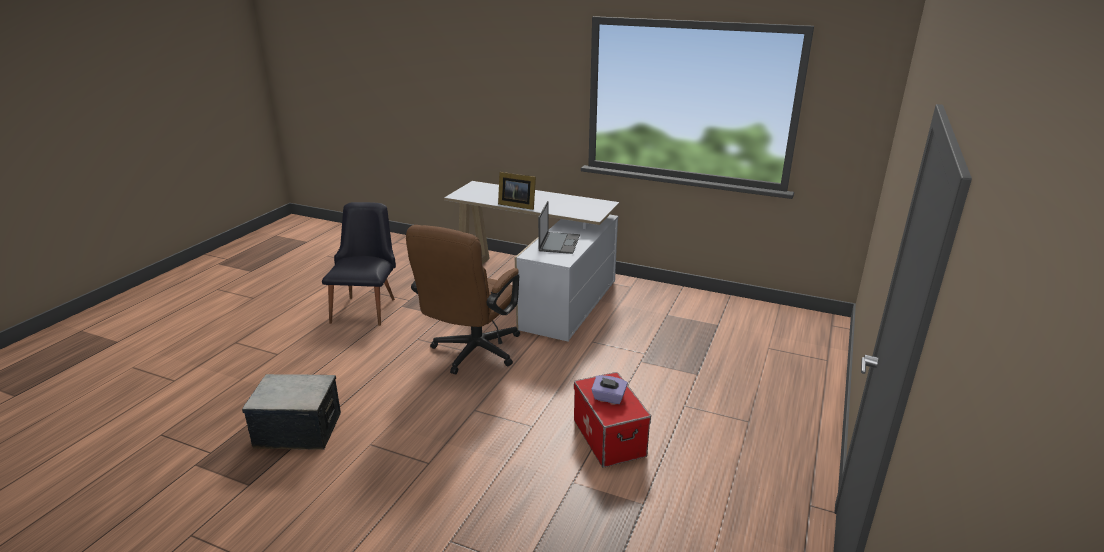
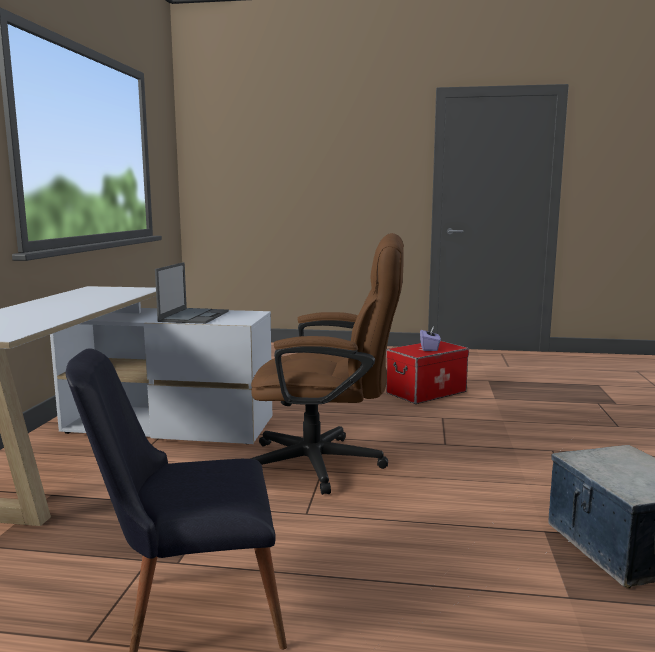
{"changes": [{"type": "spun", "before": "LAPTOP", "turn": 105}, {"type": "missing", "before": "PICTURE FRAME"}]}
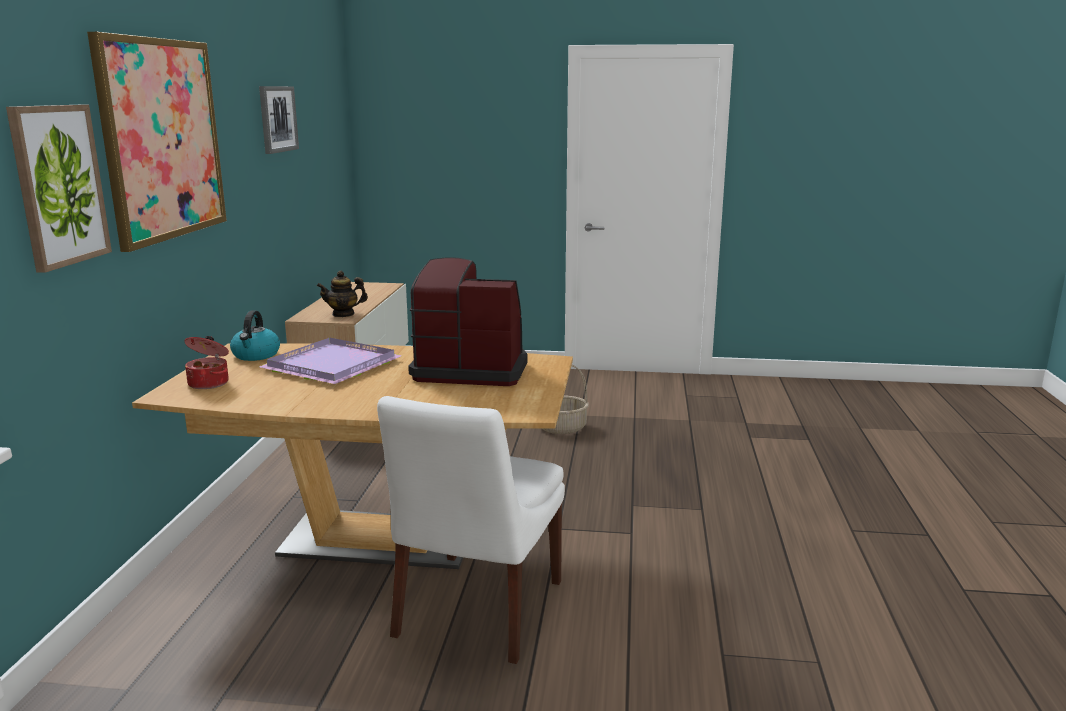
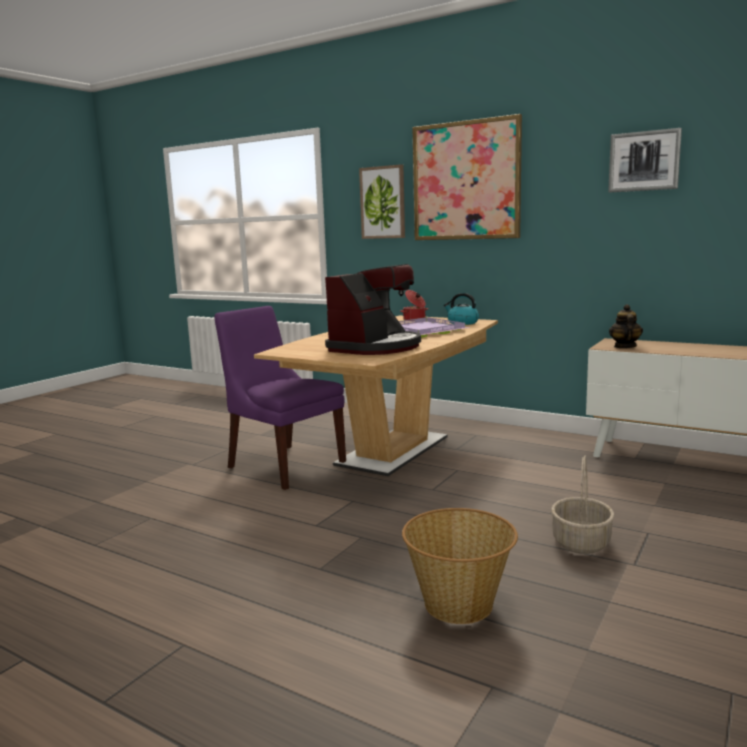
{"changes": [{"type": "colour", "before": "WHITISH CHAIR", "after": "PURPLE-COLOURED CHAIR"}, {"type": "appeared", "after": "HOUSEHOLD BASKET (no. 1 from left)"}]}
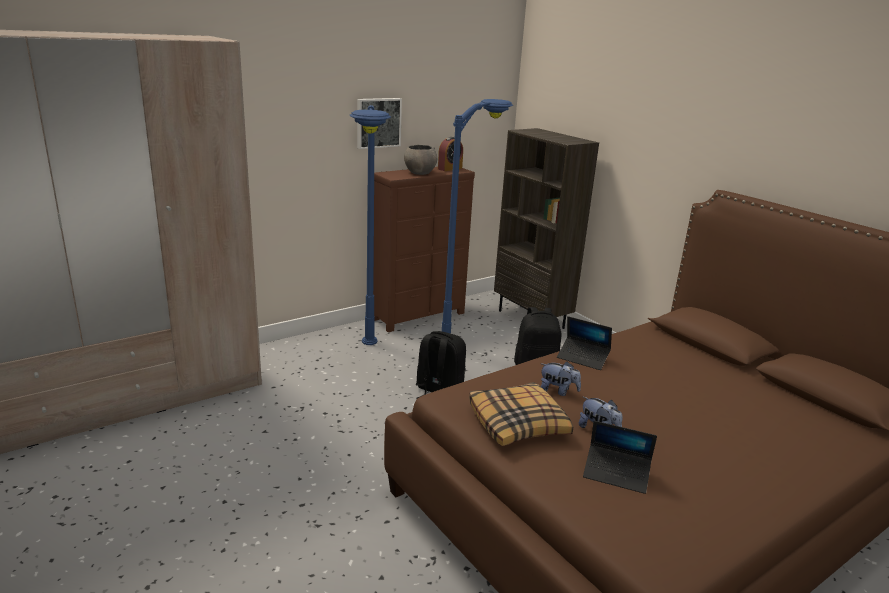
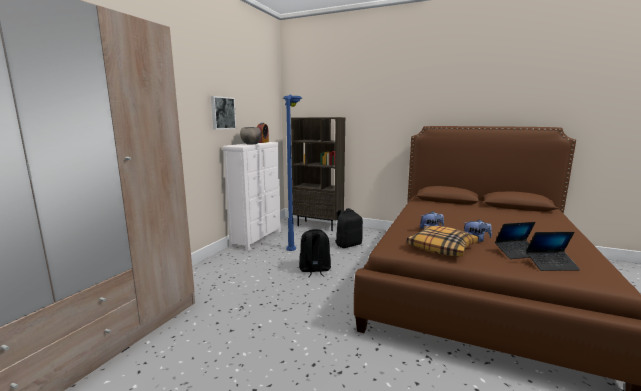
{"changes": [{"type": "colour", "before": "BROWNISH CHEST OF DRAWERS", "after": "WHITISH CHEST OF DRAWERS"}, {"type": "relocated", "before": "LAPTOP (no. 1 from left in the first image)", "after": "LAPTOP (no. 2 from left)"}, {"type": "missing", "before": "BLUE-COLOURED STANDING LAMP (no. 1 from left)"}]}
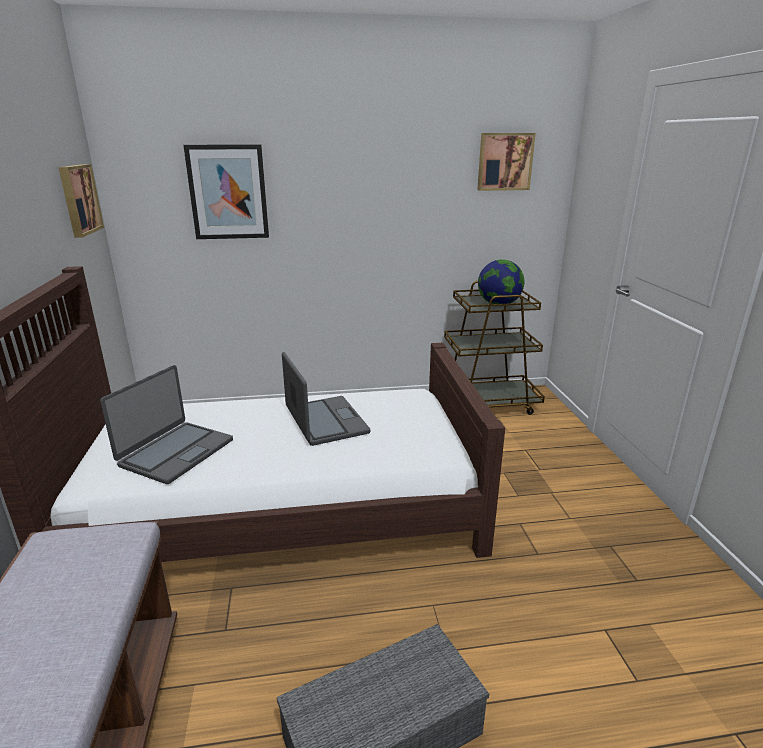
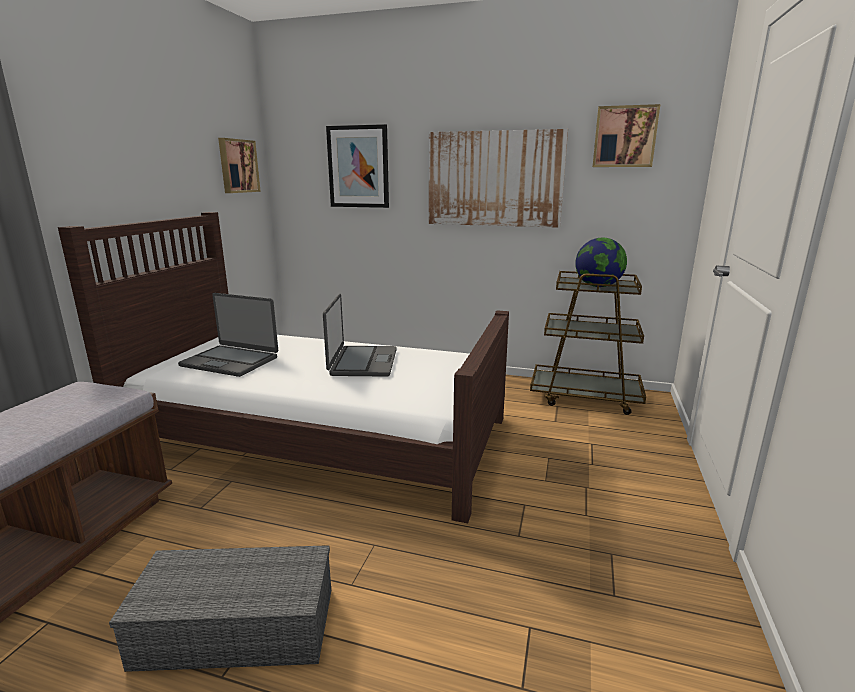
{"changes": [{"type": "spun", "before": "LAPTOP (no. 1 from left)", "turn": 60}, {"type": "appeared", "after": "WALL ART (no. 3 from left)"}]}
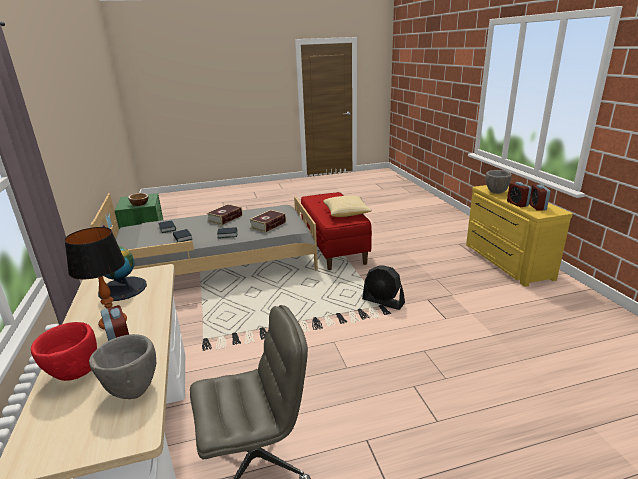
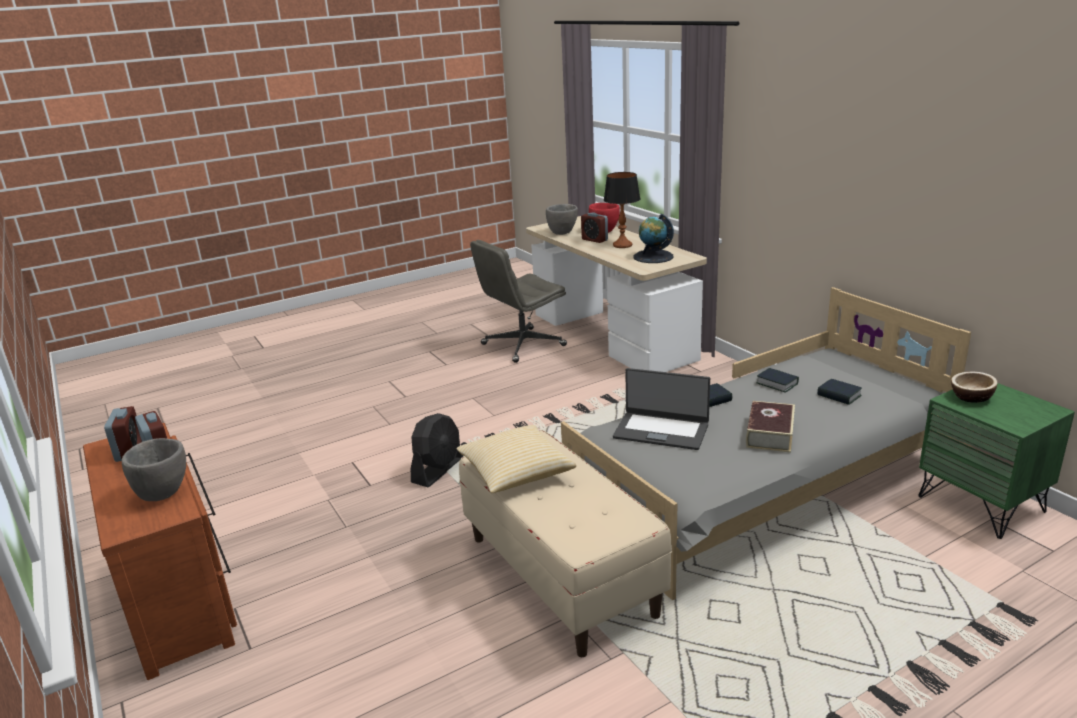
{"changes": [{"type": "colour", "before": "YELLOW-COLOURED CHEST OF DRAWERS", "after": "BROWNISH CHEST OF DRAWERS"}, {"type": "spun", "before": "BLACK-COLOURED FAN", "turn": 105}, {"type": "colour", "before": "RED INDOOR BENCH", "after": "SAND-COLOURED INDOOR BENCH"}, {"type": "exchanged", "before": "BOOK (no. 5 from left)", "after": "LAPTOP"}]}
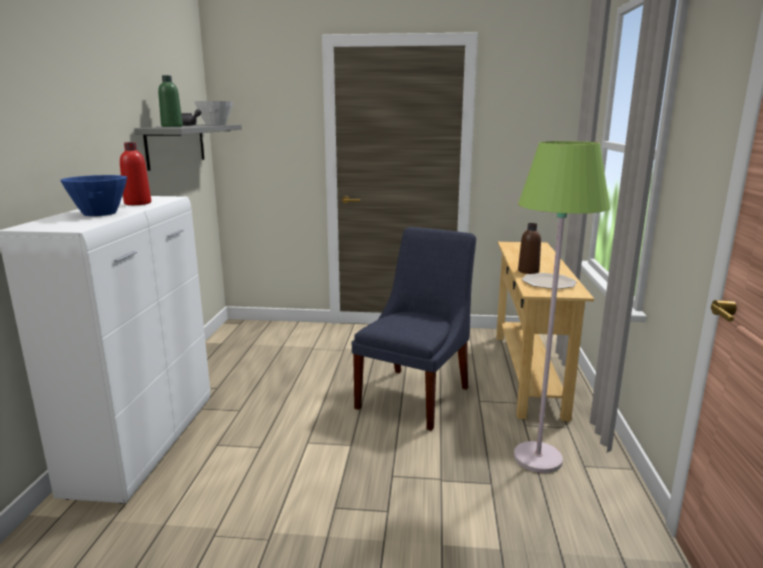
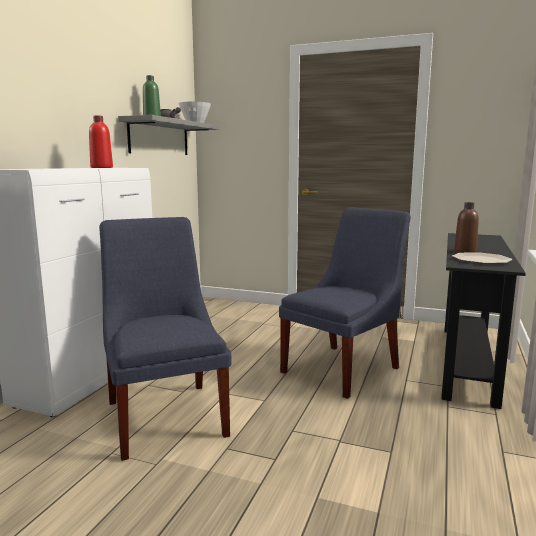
{"changes": [{"type": "appeared", "after": "BLUE-COLOURED CHAIR (no. 1 from left)"}, {"type": "colour", "before": "SAND-COLOURED HALL TABLE", "after": "BLACK-COLOURED HALL TABLE"}, {"type": "missing", "before": "BLUE-COLOURED DEEP DISH"}, {"type": "missing", "before": "GREEN STANDING LAMP"}]}
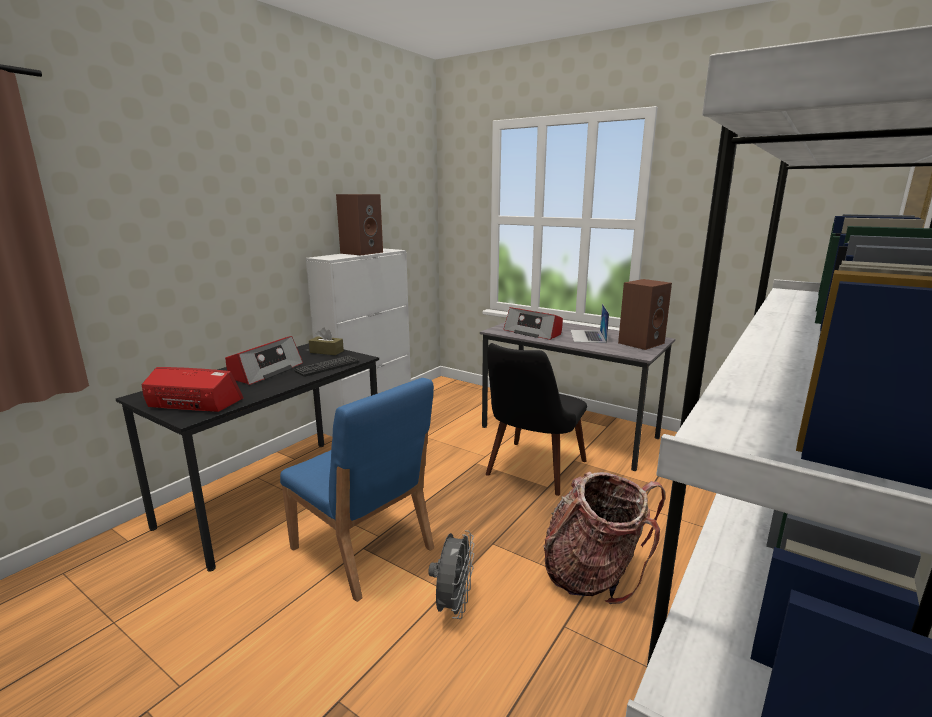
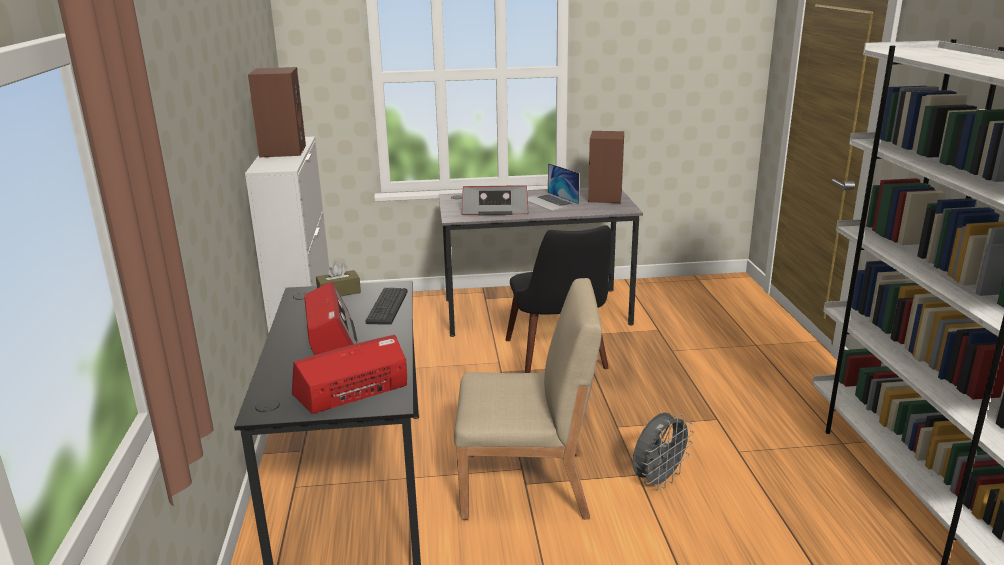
{"changes": [{"type": "colour", "before": "BLUE-COLOURED CHAIR", "after": "SAND-COLOURED CHAIR"}, {"type": "spun", "before": "GRAY FAN", "turn": 75}, {"type": "missing", "before": "RUCKSACK"}]}
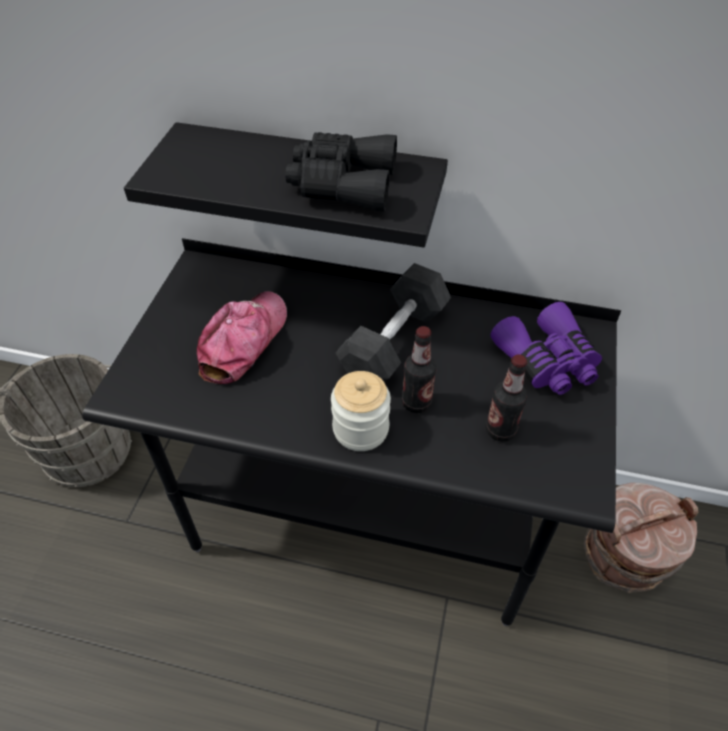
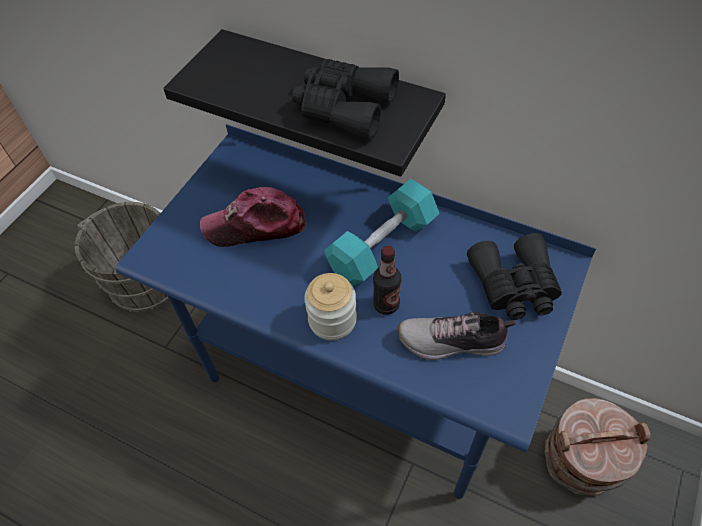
{"changes": [{"type": "colour", "before": "BLACK-COLOURED DESK TABLE", "after": "BLUE-COLOURED DESK TABLE"}, {"type": "spun", "before": "CAP", "turn": -135}, {"type": "colour", "before": "BLACK-COLOURED DUMBBELL", "after": "TURQUOISE-COLOURED DUMBBELL"}, {"type": "exchanged", "before": "DRINK BOTTLE (no. 2 from left)", "after": "ITEM OF FOOTWEAR"}, {"type": "colour", "before": "PURPLE-COLOURED PAIR OF BINOCULARS", "after": "BLACK-COLOURED PAIR OF BINOCULARS (no. 2 from left)"}]}
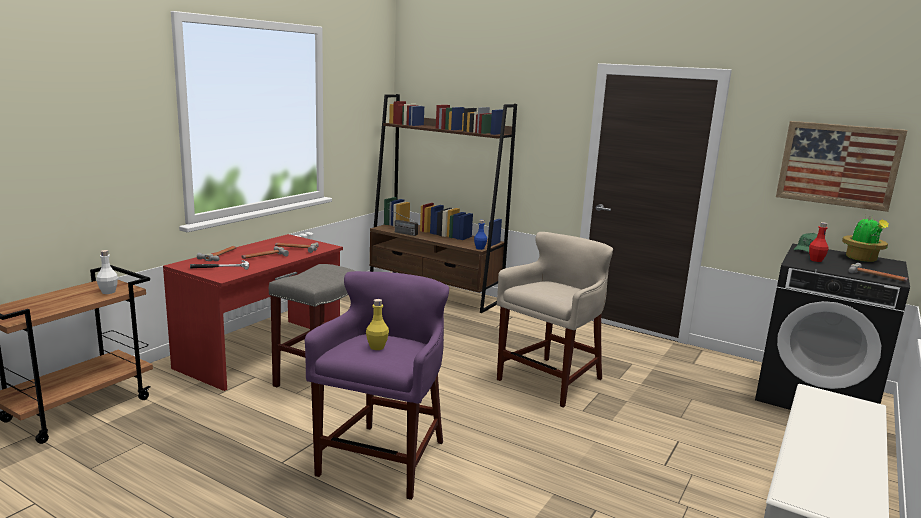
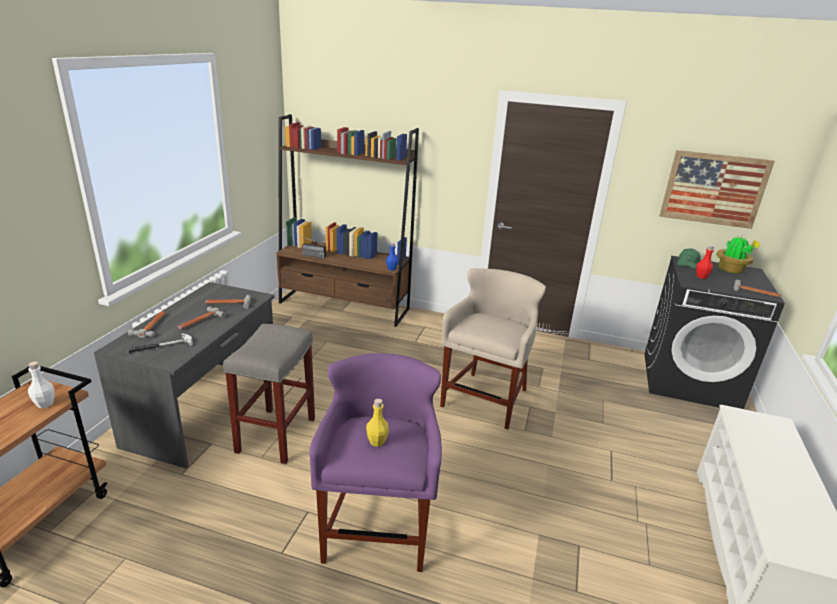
{"changes": [{"type": "colour", "before": "RED DESK TABLE", "after": "GRAY DESK TABLE"}]}
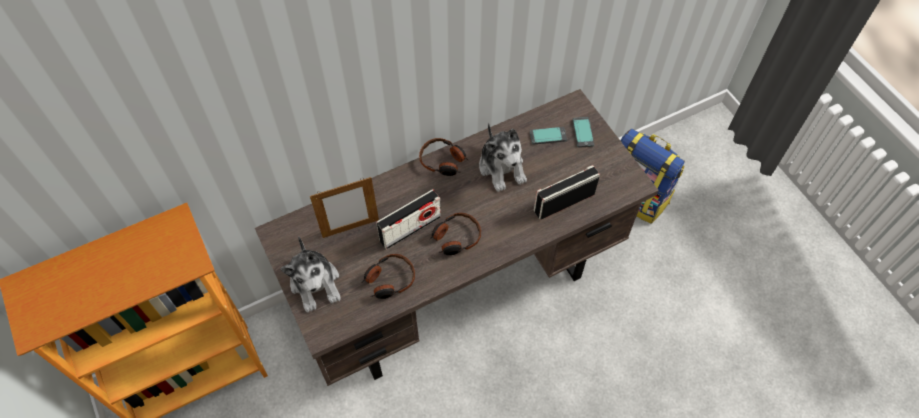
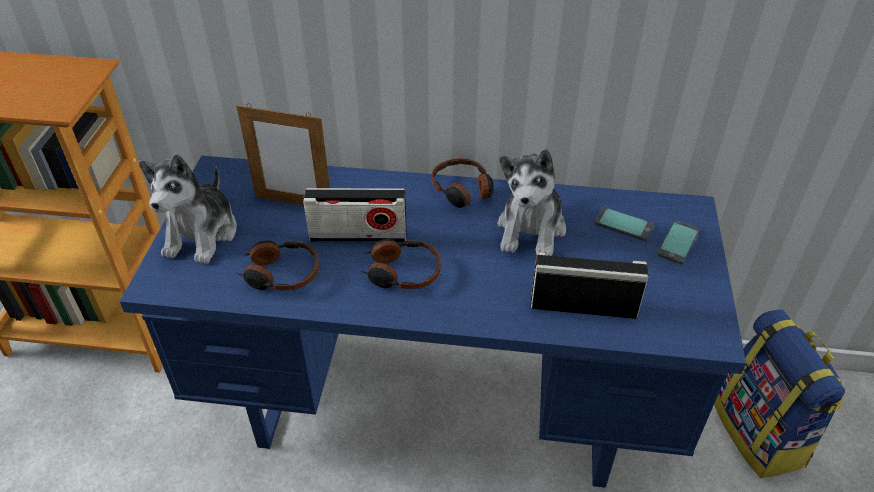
{"changes": [{"type": "colour", "before": "BROWNISH DESK TABLE", "after": "BLUE-COLOURED DESK TABLE"}]}
